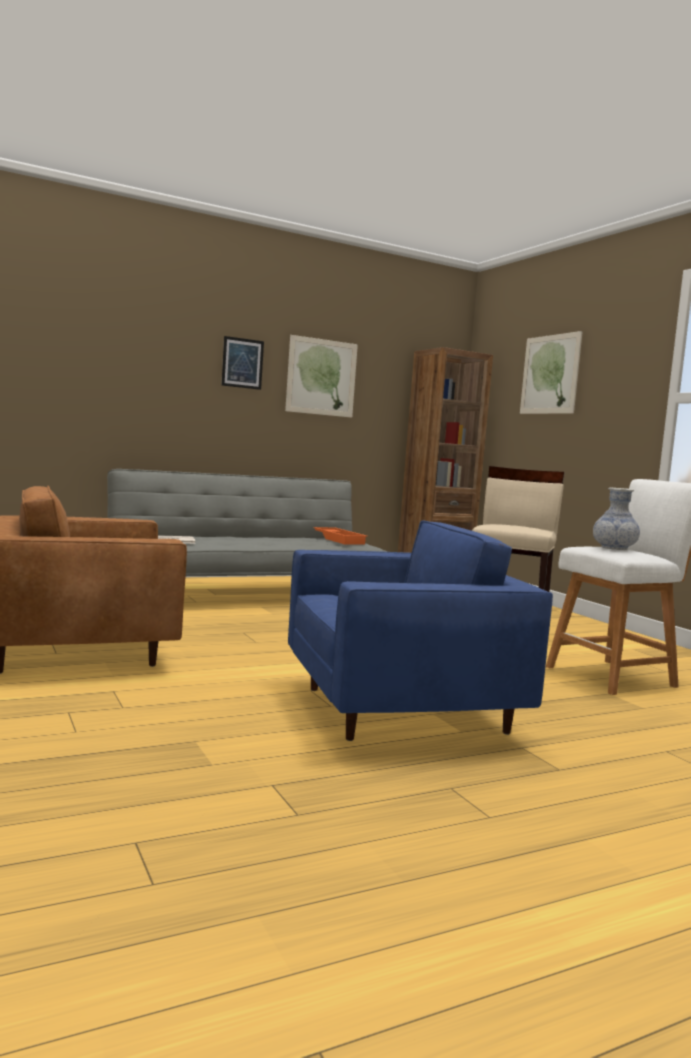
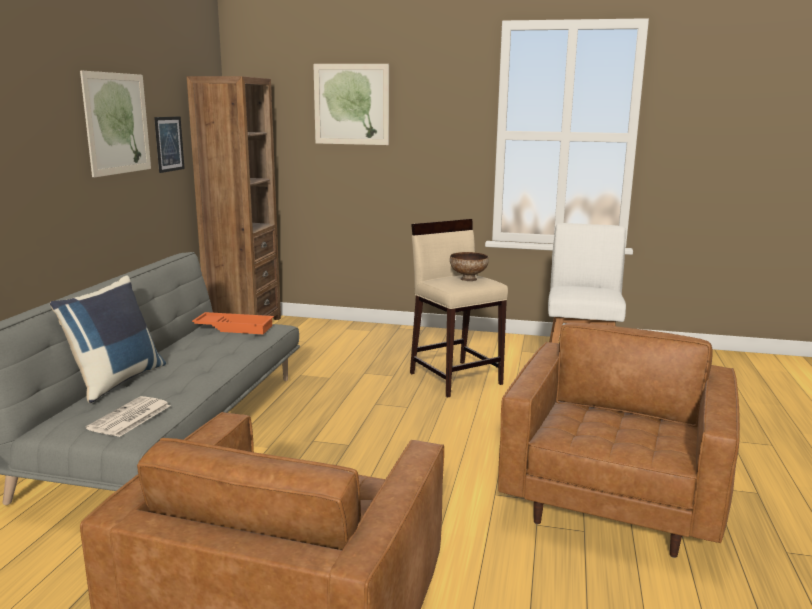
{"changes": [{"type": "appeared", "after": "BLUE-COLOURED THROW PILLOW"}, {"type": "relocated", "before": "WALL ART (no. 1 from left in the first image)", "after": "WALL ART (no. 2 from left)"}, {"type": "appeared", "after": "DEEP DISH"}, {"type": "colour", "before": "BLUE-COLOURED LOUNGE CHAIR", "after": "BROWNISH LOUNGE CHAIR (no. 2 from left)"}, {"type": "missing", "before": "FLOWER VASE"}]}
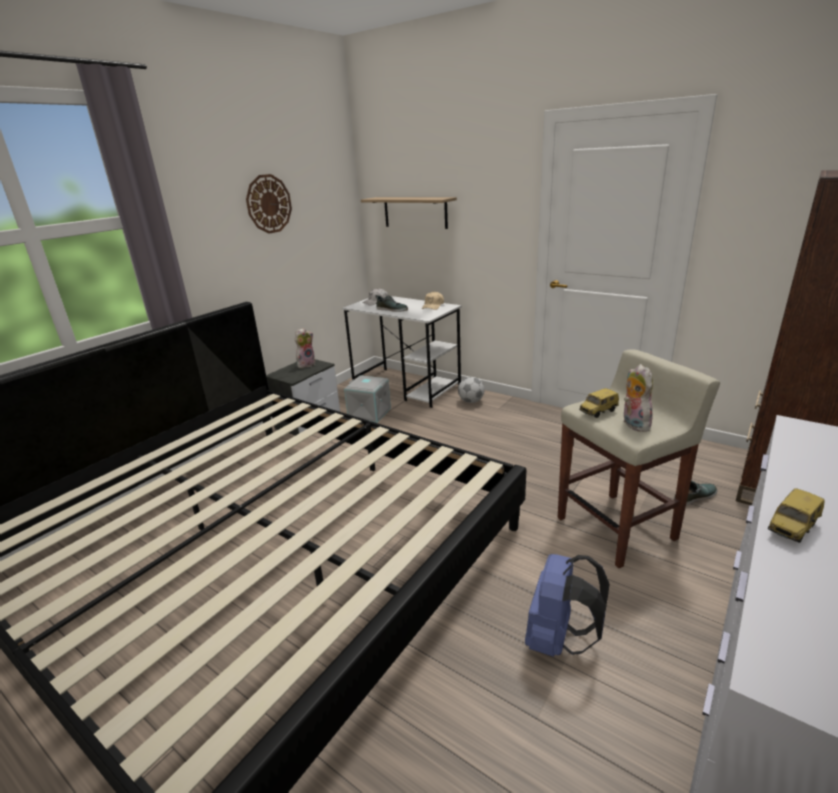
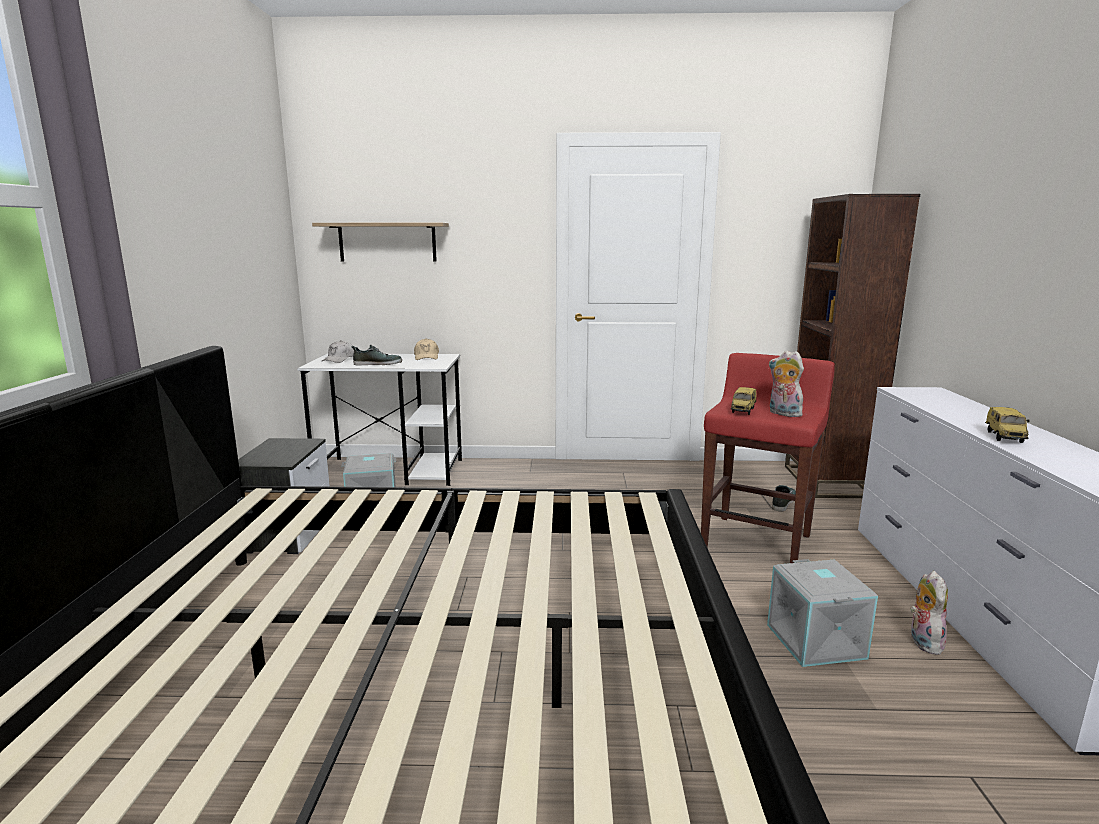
{"changes": [{"type": "colour", "before": "SAND-COLOURED STOOL", "after": "RED STOOL"}, {"type": "exchanged", "before": "BLUE-COLOURED RUCKSACK", "after": "GRAY STORAGE CONTAINER (no. 2 from left)"}, {"type": "relocated", "before": "SOFT TOY (no. 1 from left in the first image)", "after": "SOFT TOY (no. 2 from left)"}, {"type": "missing", "before": "CLOCK ON THE WALL"}, {"type": "missing", "before": "FOOTBALL"}]}
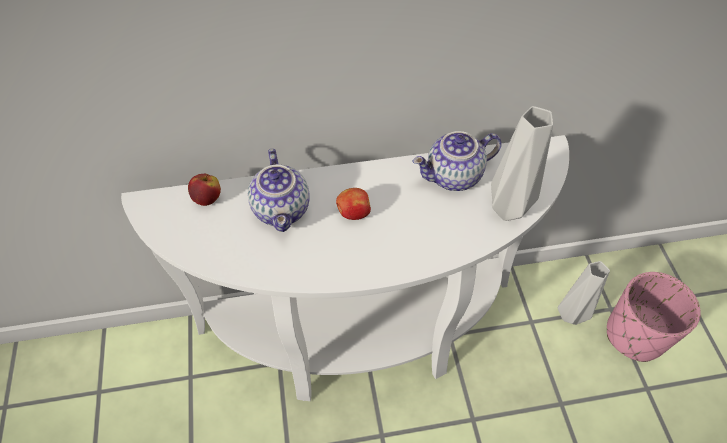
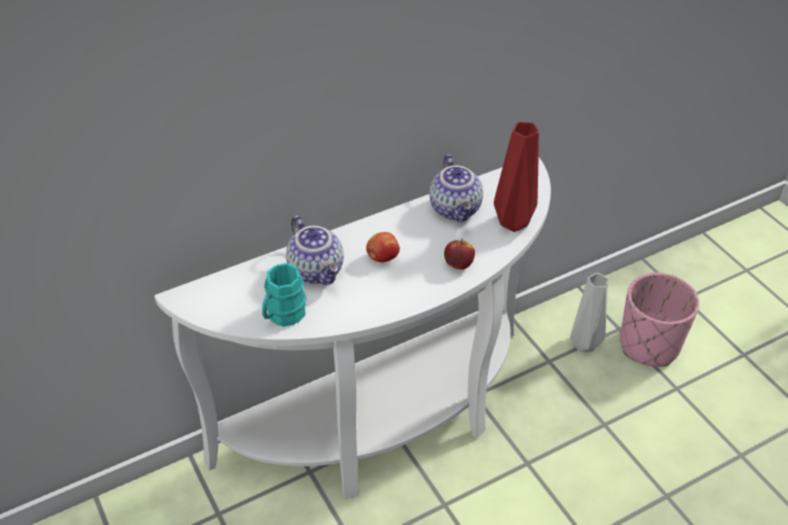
{"changes": [{"type": "appeared", "after": "TURQUOISE-COLOURED TEA MUG"}, {"type": "spun", "before": "TEAPOT (no. 2 from left)", "turn": -60}, {"type": "relocated", "before": "APPLE (no. 1 from left in the first image)", "after": "APPLE (no. 2 from left)"}, {"type": "colour", "before": "GRAY FLOWER VASE (no. 1 from left)", "after": "RED FLOWER VASE"}]}
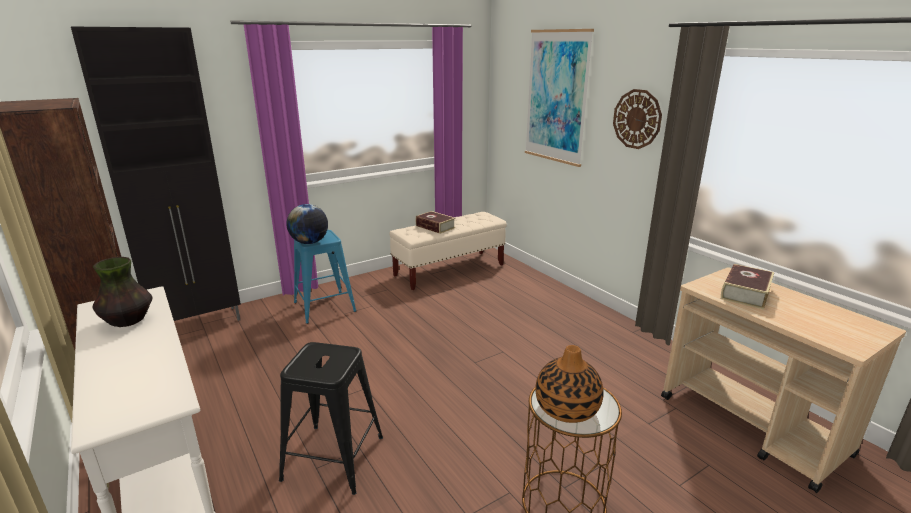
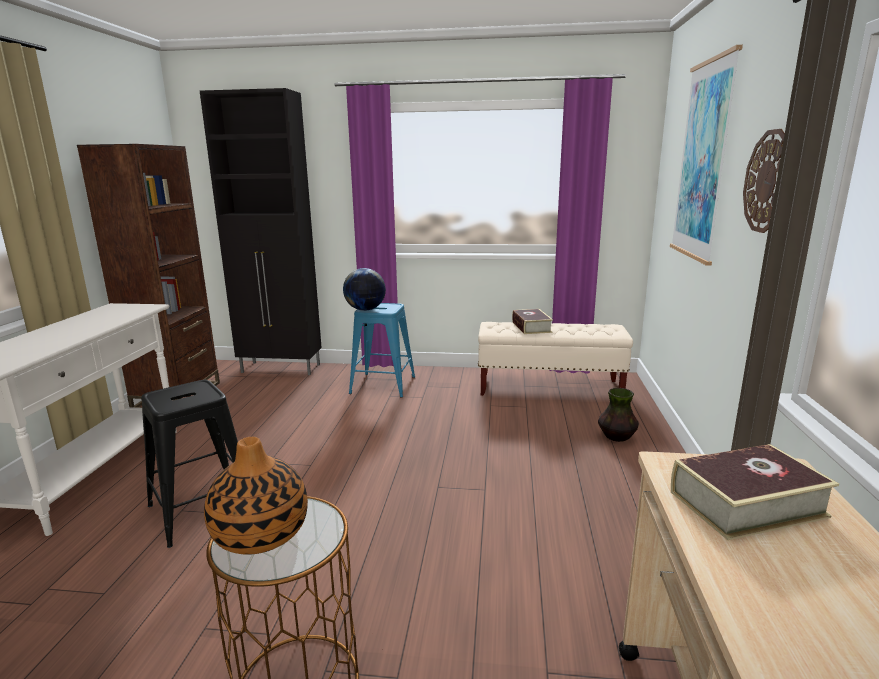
{"changes": [{"type": "relocated", "before": "FLOWER VASE (no. 1 from left in the first image)", "after": "FLOWER VASE (no. 2 from left)"}]}
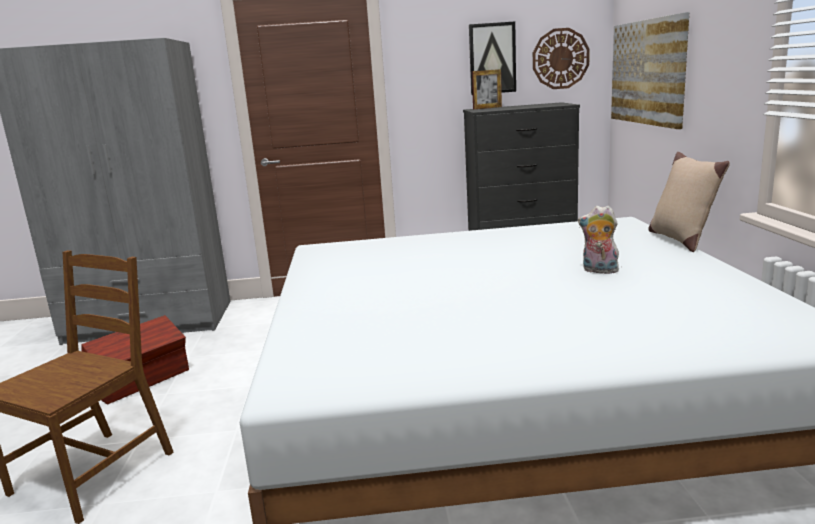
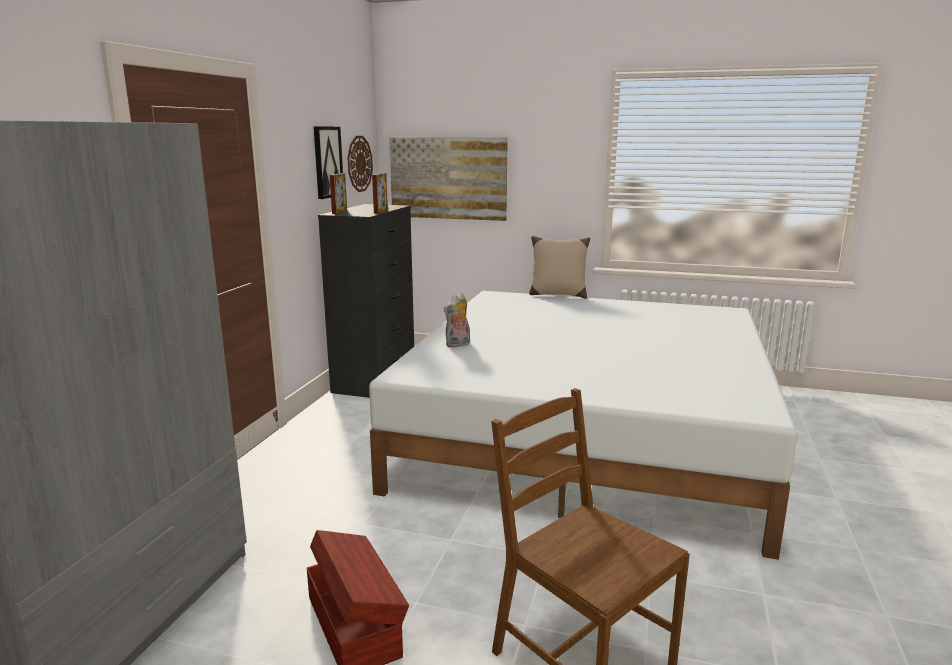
{"changes": [{"type": "appeared", "after": "PICTURE FRAME (no. 2 from left)"}, {"type": "relocated", "before": "SOFT TOY"}]}
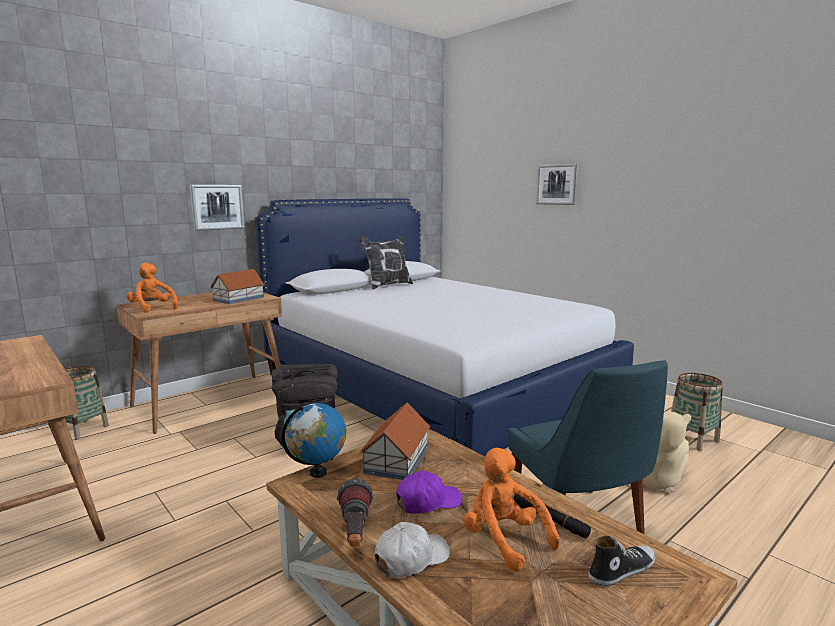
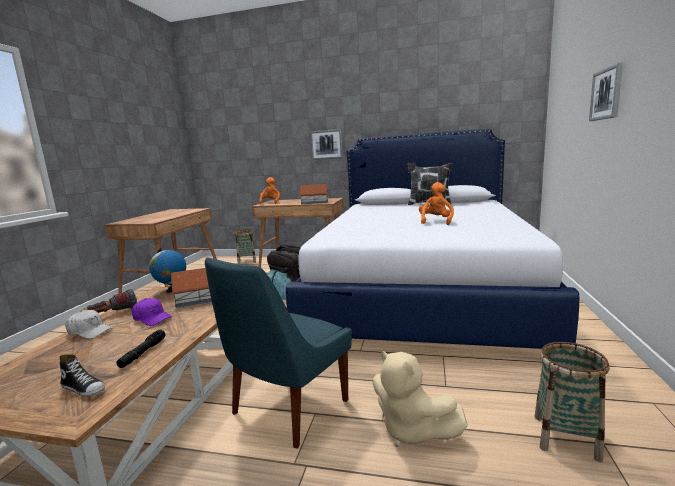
{"changes": [{"type": "relocated", "before": "ORANGE SOFT TOY (no. 2 from left)"}]}
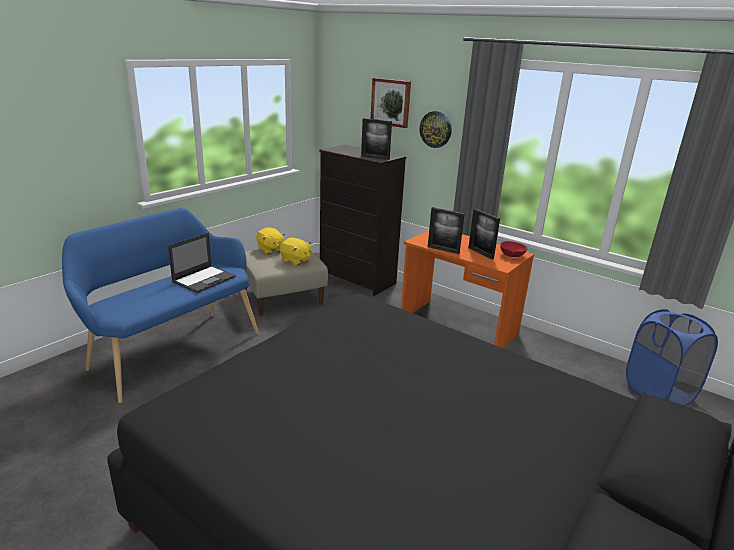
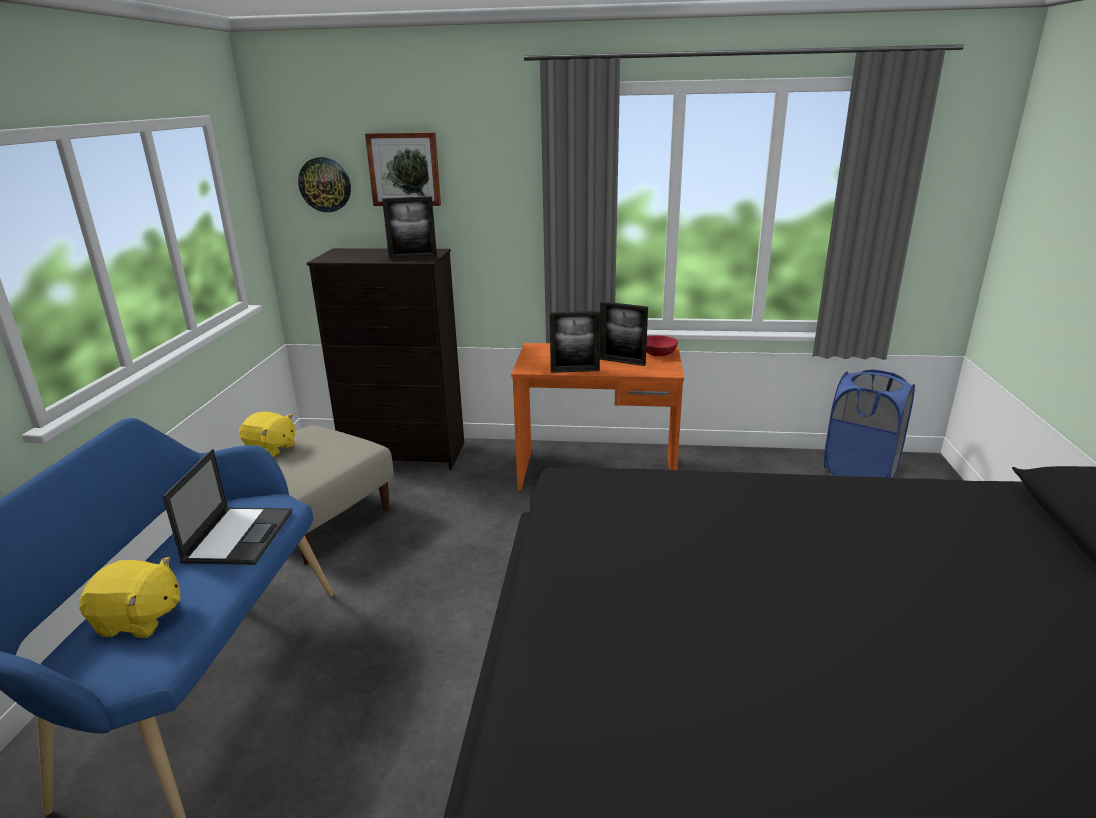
{"changes": [{"type": "relocated", "before": "YELLOW-COLOURED SOFT TOY (no. 2 from left in the first image)", "after": "YELLOW-COLOURED SOFT TOY (no. 1 from left)"}, {"type": "relocated", "before": "CLOCK ON THE WALL"}]}
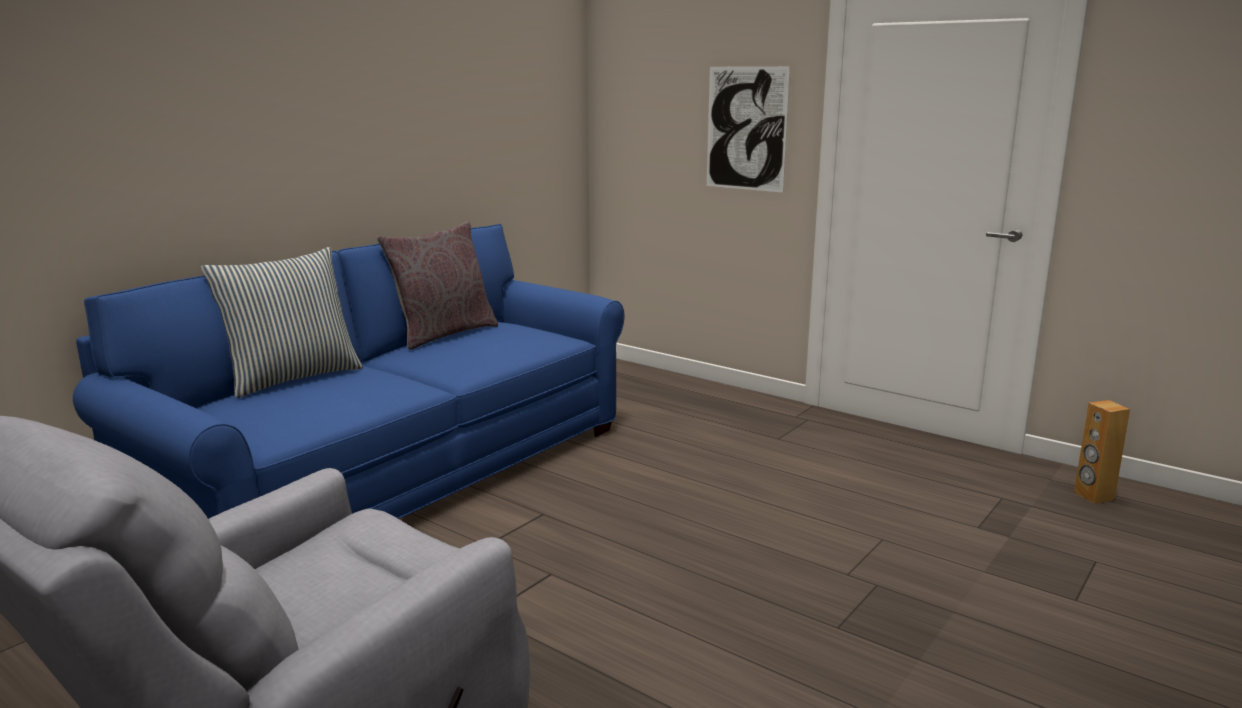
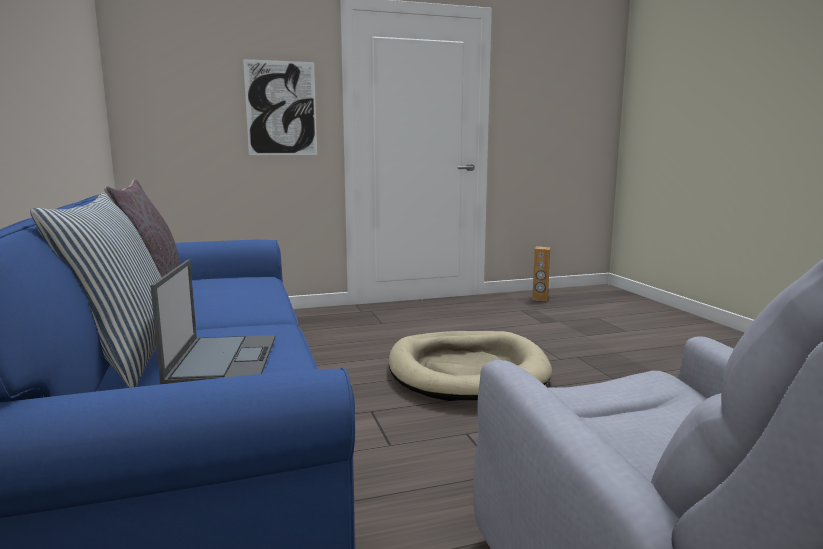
{"changes": [{"type": "appeared", "after": "LAPTOP"}, {"type": "appeared", "after": "SAND-COLOURED DOG CUSHION"}]}
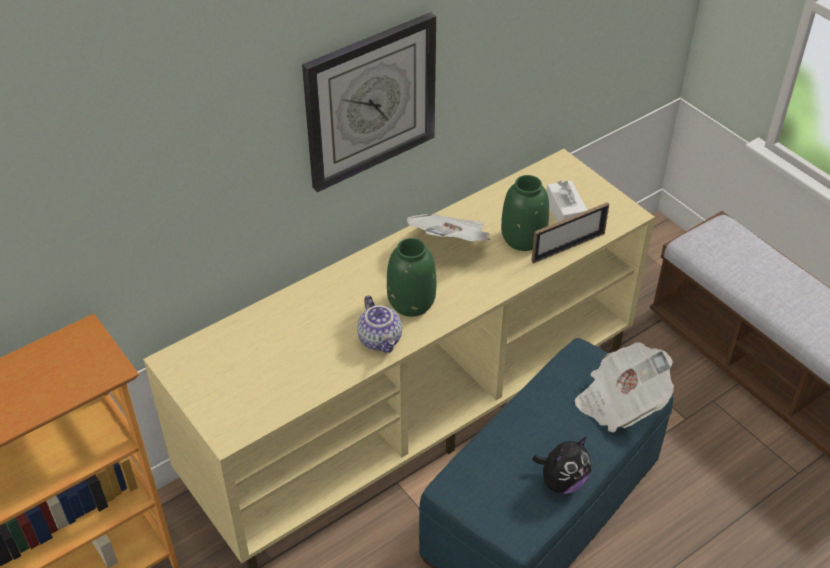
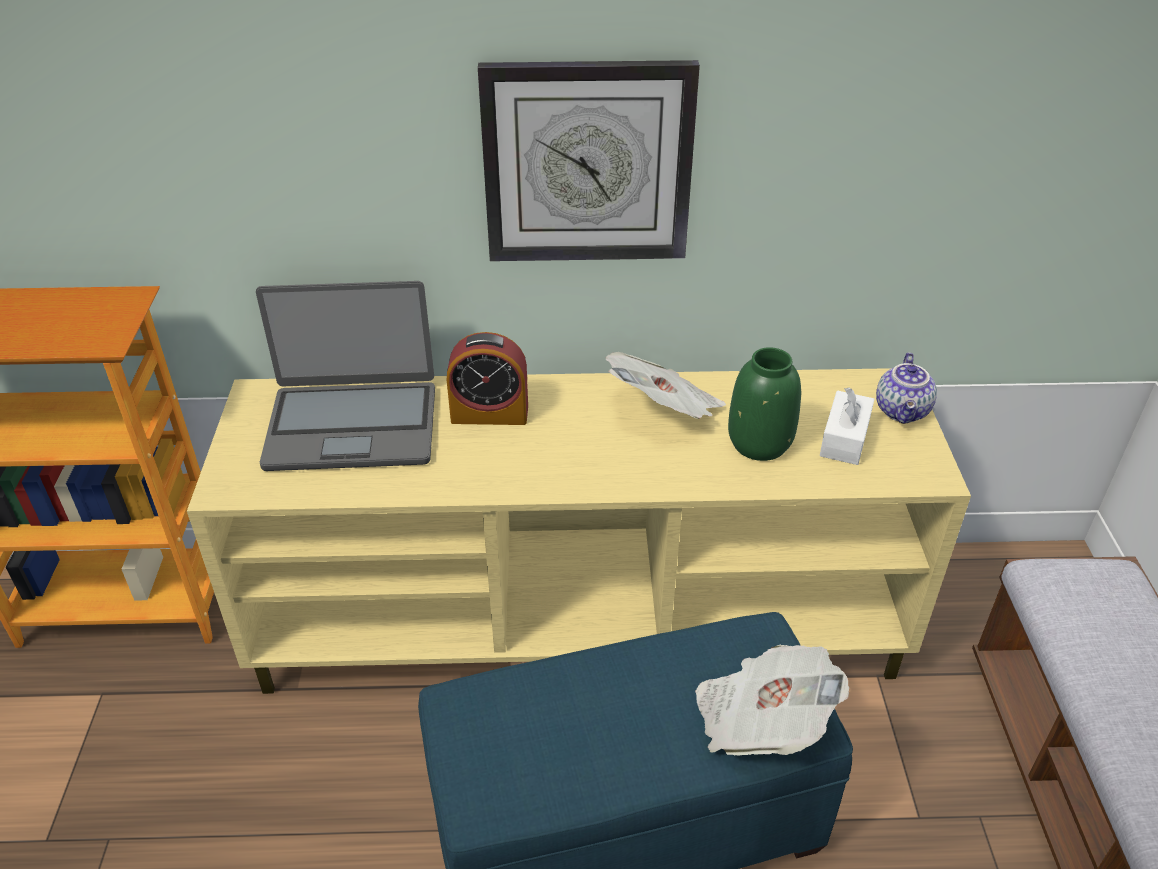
{"changes": [{"type": "appeared", "after": "LAPTOP"}, {"type": "appeared", "after": "ALARM CLOCK"}, {"type": "relocated", "before": "TEAPOT"}, {"type": "missing", "before": "GREEN FLOWER VASE (no. 1 from left)"}, {"type": "missing", "before": "PICTURE FRAME"}, {"type": "missing", "before": "SOFT TOY"}]}
